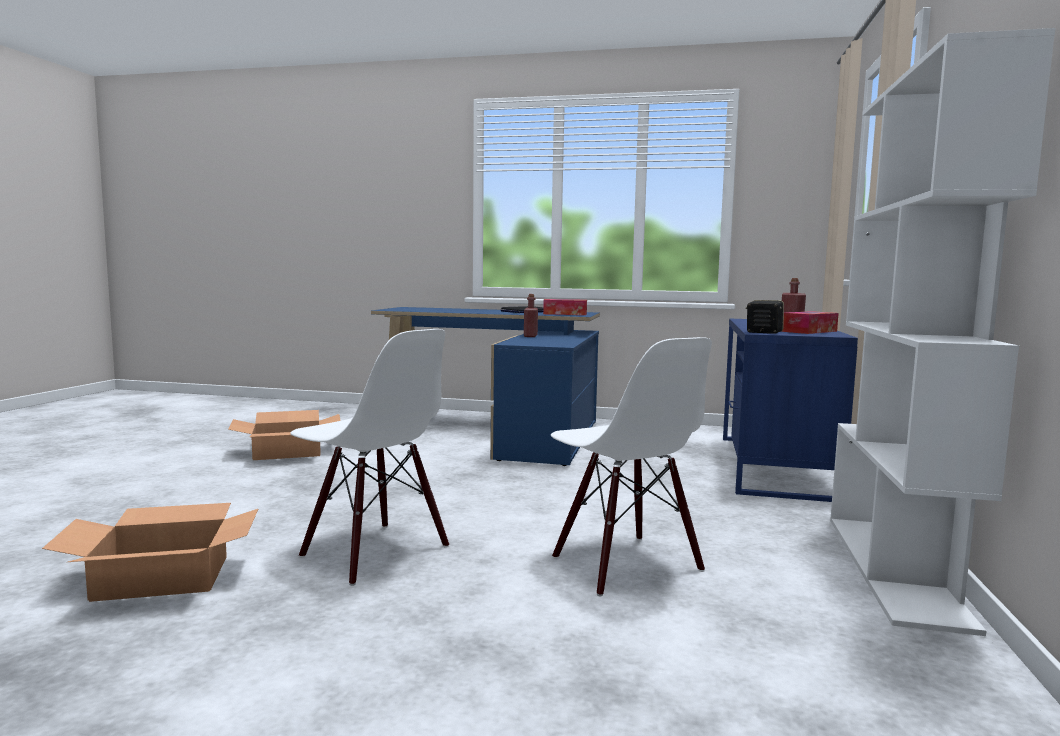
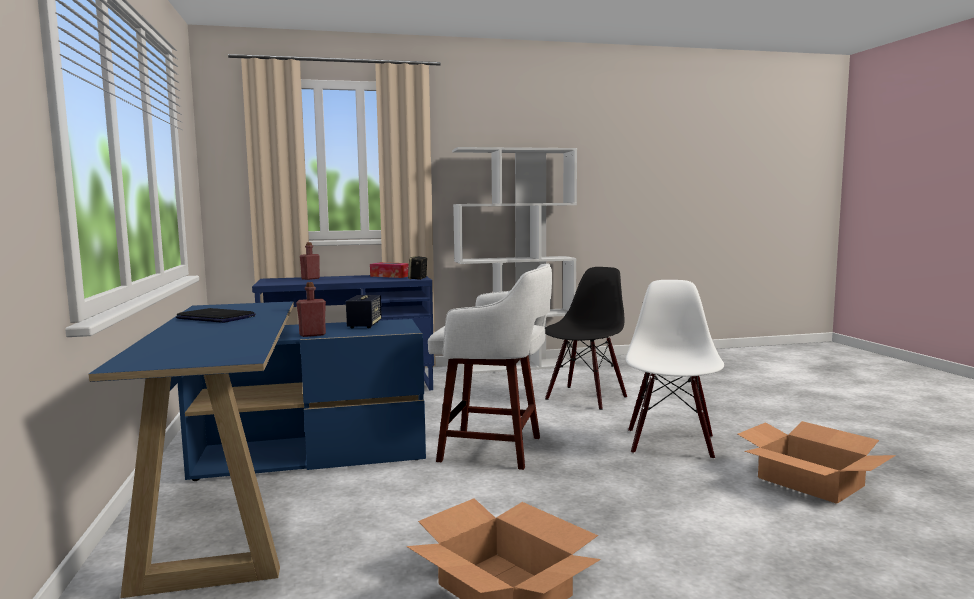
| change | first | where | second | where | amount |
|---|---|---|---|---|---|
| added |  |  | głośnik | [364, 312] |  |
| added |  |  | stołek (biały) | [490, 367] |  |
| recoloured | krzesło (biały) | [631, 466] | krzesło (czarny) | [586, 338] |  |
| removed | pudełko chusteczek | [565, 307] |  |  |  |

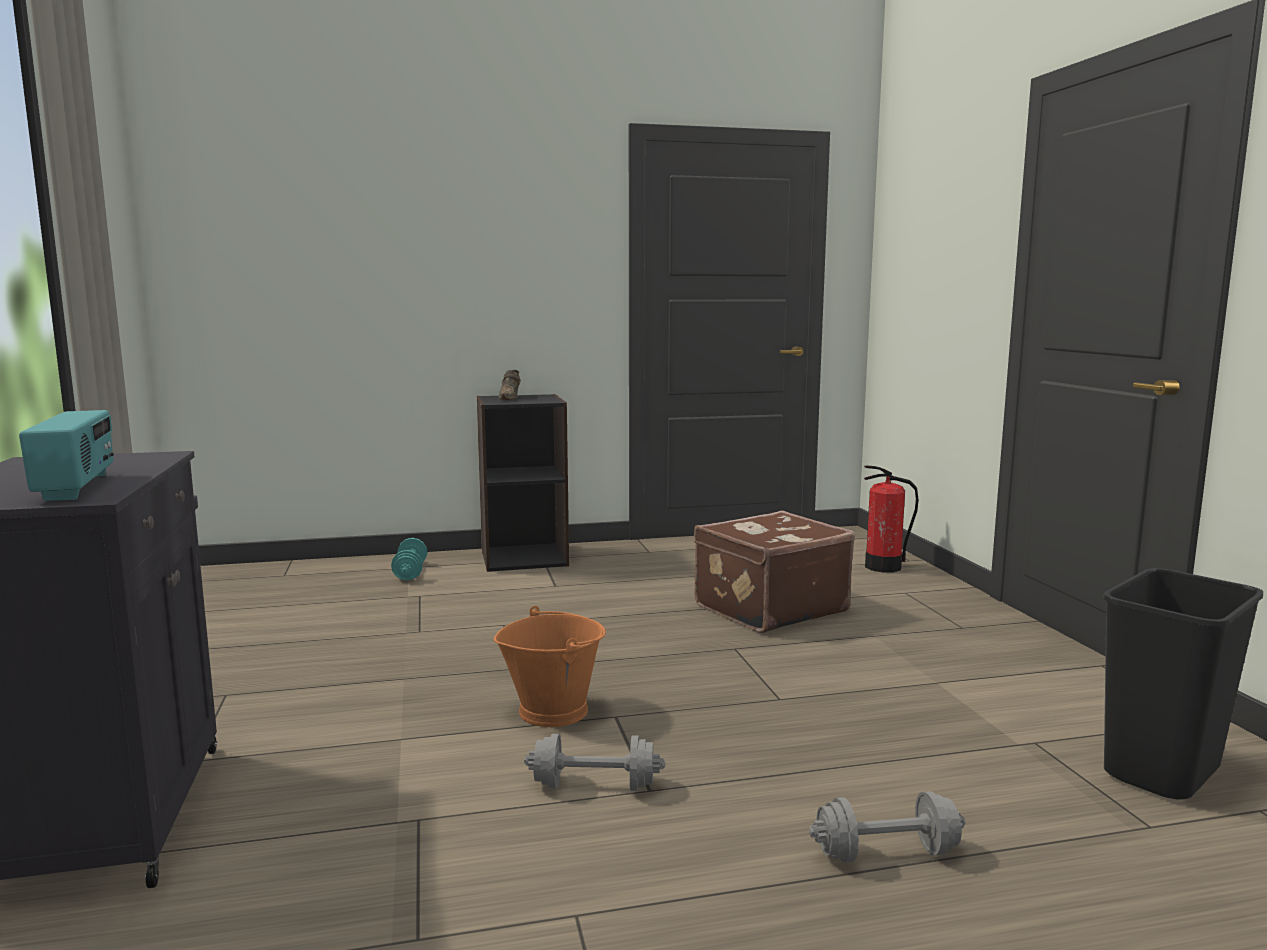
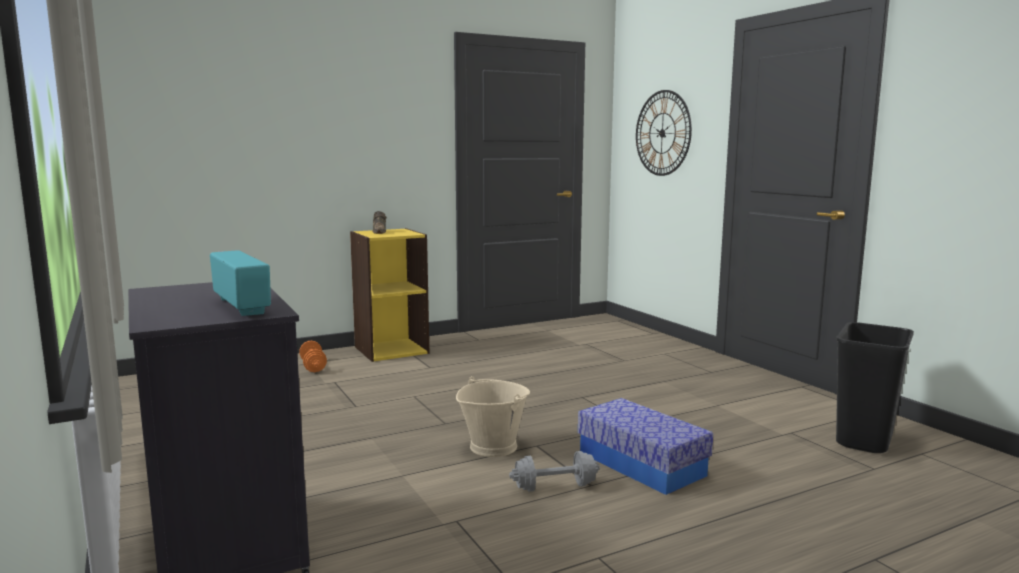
| change | first | where | second | where | amount |
|---|---|---|---|---|---|
| recoloured | hantel (turkusowy) | [409, 559] | hantel (pomarańczowy) | [313, 356] |  |
| recoloured | regał (czarny) | [523, 483] | regał (żółty) | [389, 295] |  |
| recoloured | wiadro (pomarańczowy) | [550, 666] | wiadro (beżowy) | [493, 416] |  |
| added |  |  | pojemnik do przechowywania | [645, 446] |  |
| added |  |  | zegar ścienny | [664, 133] |  |
| removed | walizka (brązowy) | [774, 572] |  |  |  |
| removed | hantel (szary) | [887, 826] |  |  |  |
| removed | gaśnica | [891, 519] |  |  |  |

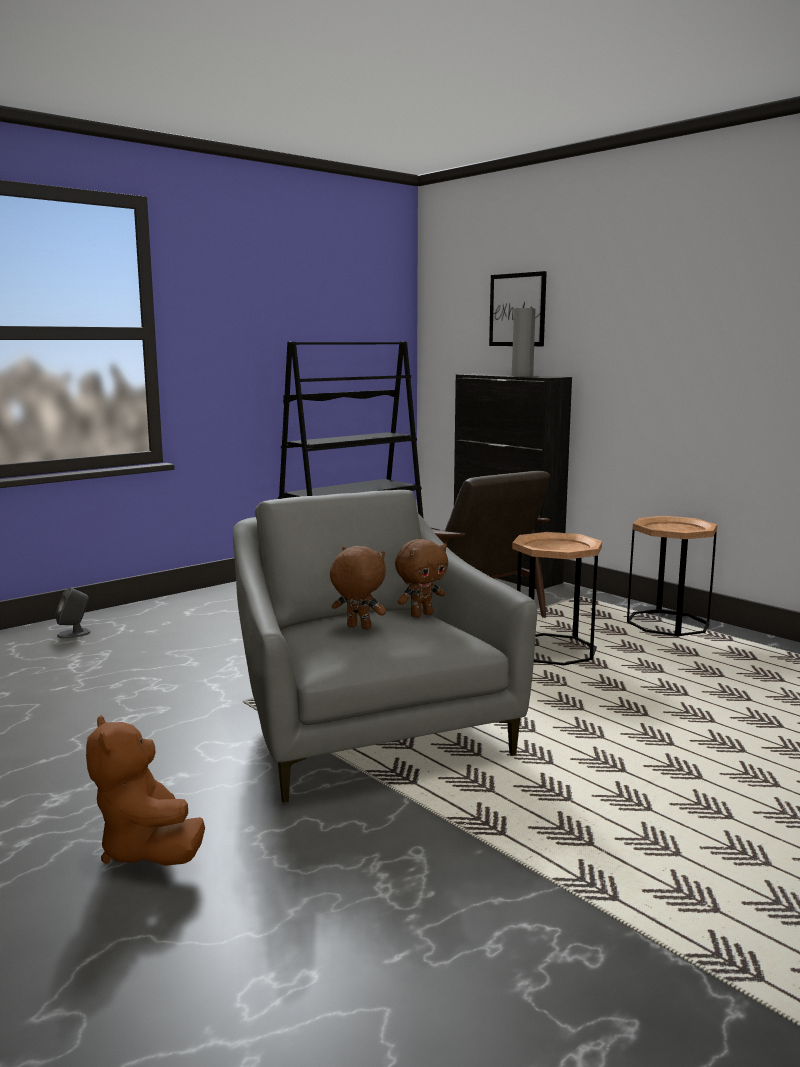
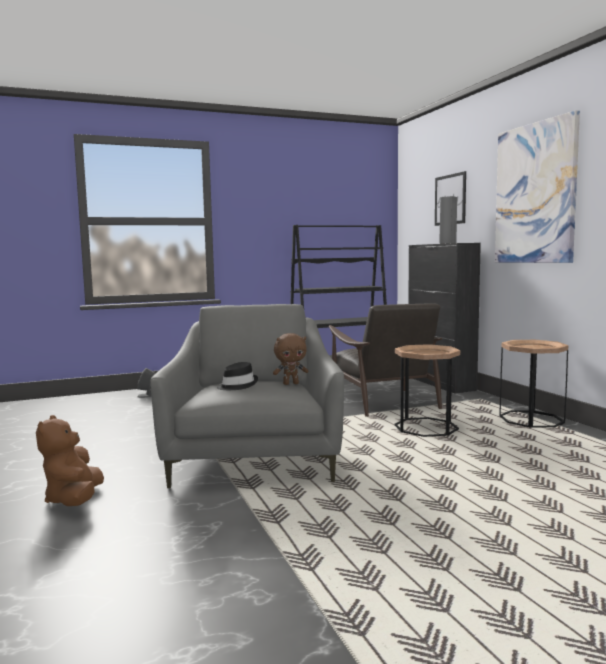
| change | first | where | second | where | amount |
|---|---|---|---|---|---|
| replaced | pluszak (brązowy) | [358, 587] | kapelusz (czarny) | [237, 376] |  |
| added |  |  | obraz | [537, 186] |  |

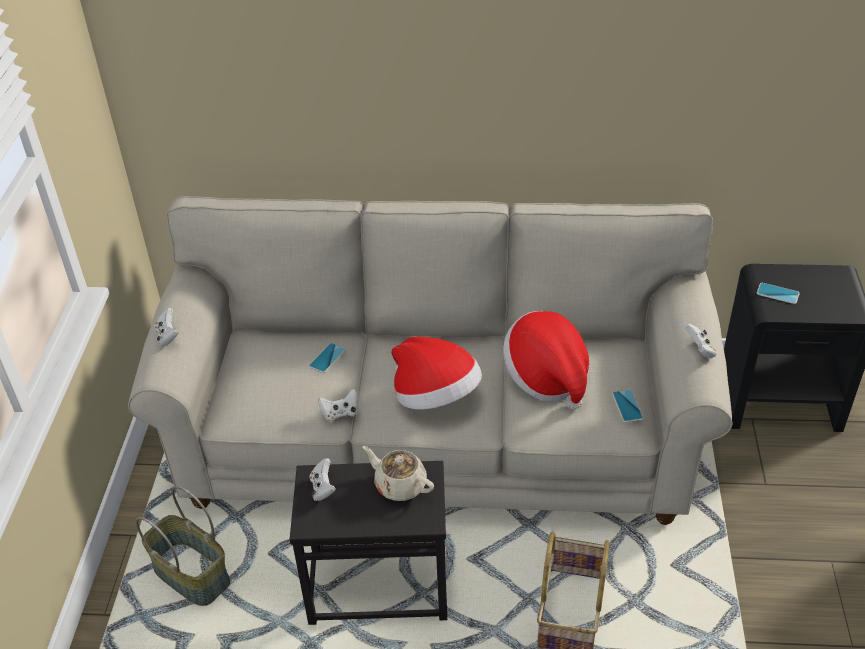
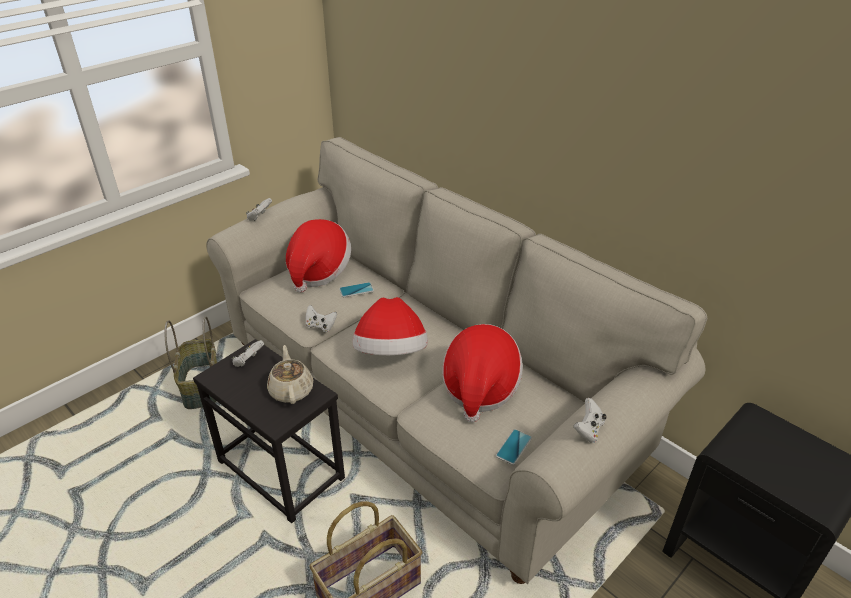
| change | first | where | second | where | amount |
|---|---|---|---|---|---|
| added |  |  | kapelusz | [318, 256] |  |
| removed | telefon | [778, 293] |  |  |  |

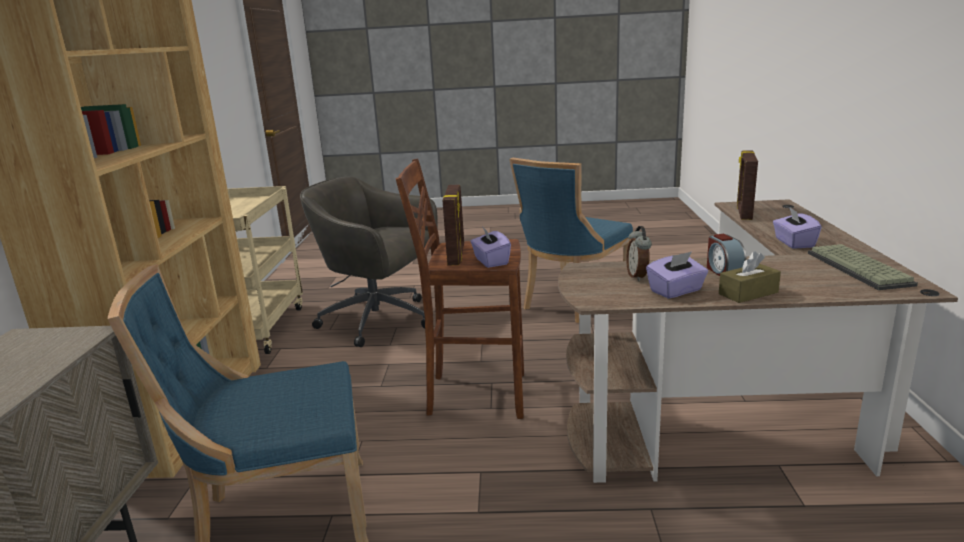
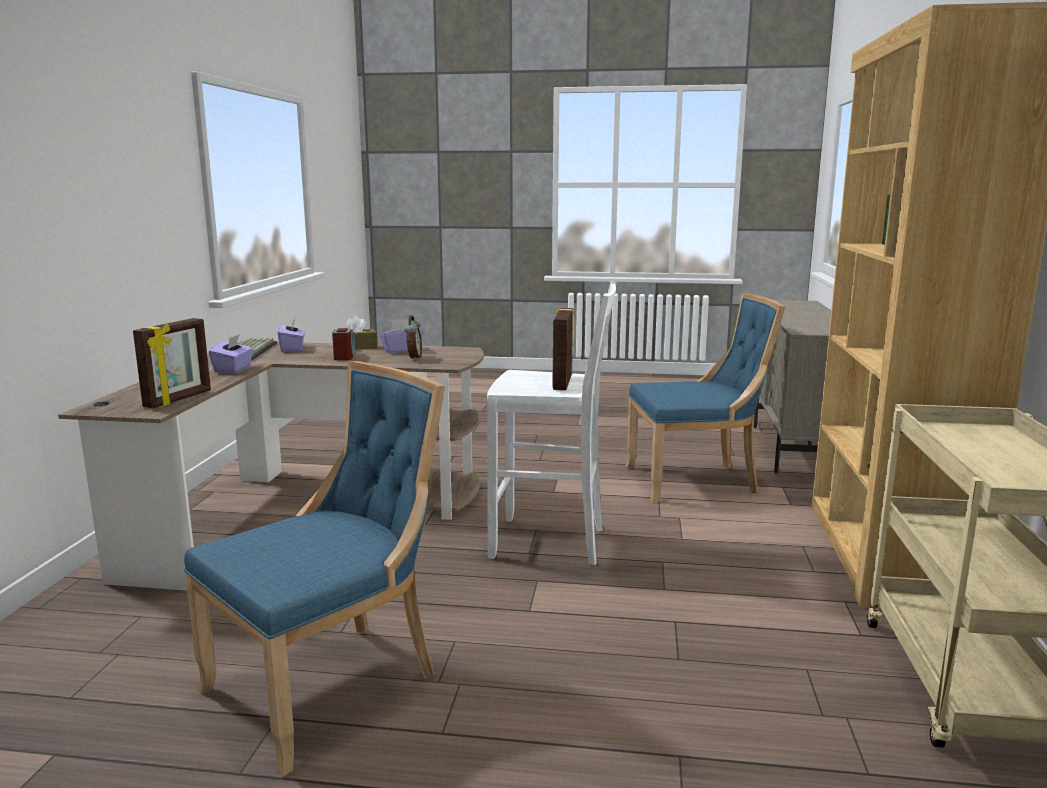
| change | first | where | second | where | amount |
|---|---|---|---|---|---|
| moved | pudełko chusteczek (fioletowy) | [490, 247] |  | [291, 335] |  |
| recoloured | stołek (brązowy) | [460, 288] | stołek (biały) | [551, 423] |  |
| removed | krzesło biurowe (szary) | [369, 262] |  |  |  |

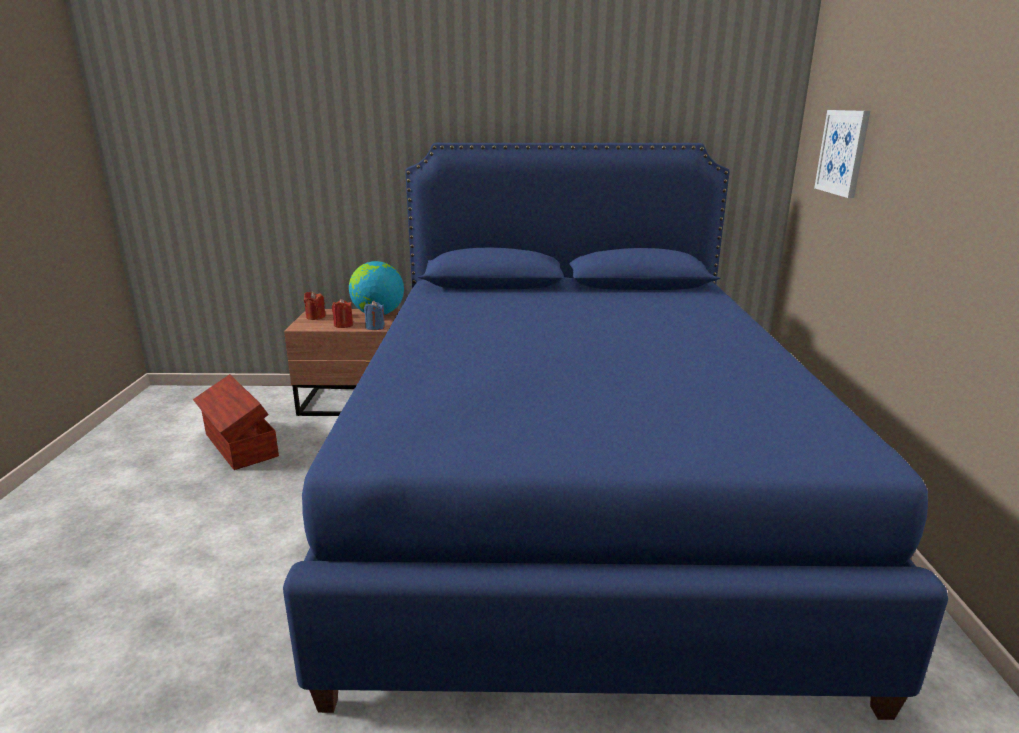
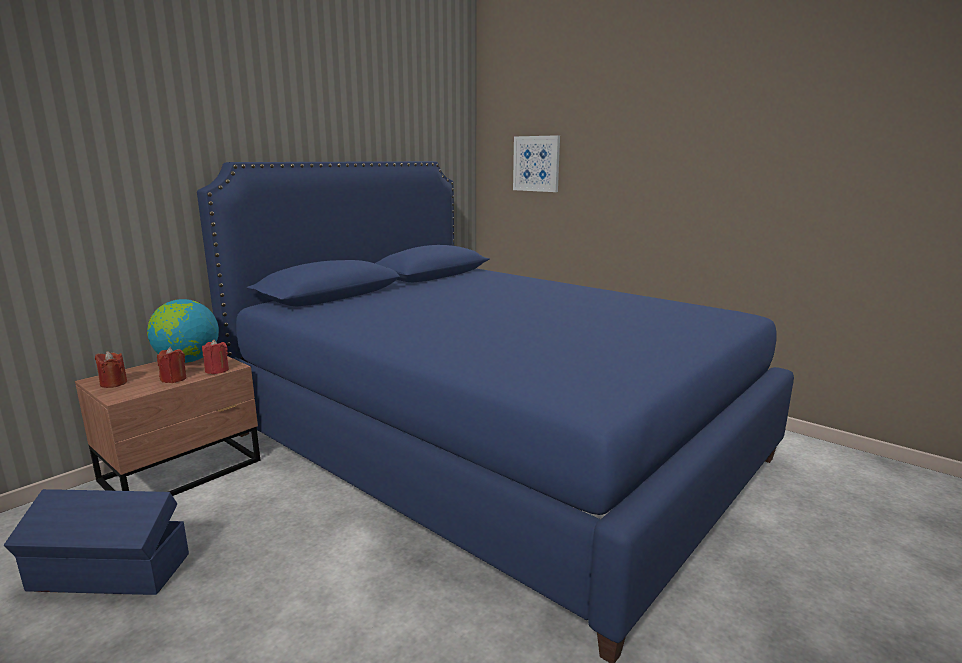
| change | first | where | second | where | amount |
|---|---|---|---|---|---|
| recoloured | pojemnik do przechowywania (brązowy) | [236, 422] | pojemnik do przechowywania (niebieski) | [96, 542] |  |
| recoloured | świeca (niebieski) | [374, 315] | świeca (czerwony) | [215, 356] |  |

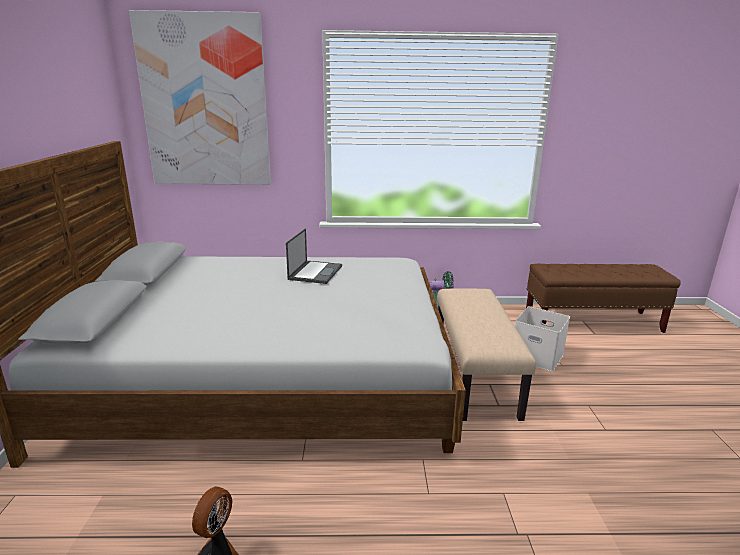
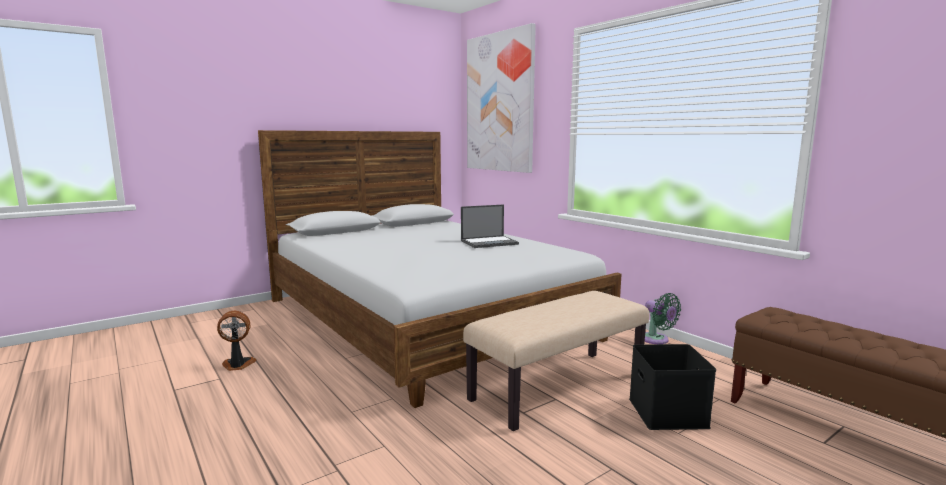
| change | first | where | second | where | amount |
|---|---|---|---|---|---|
| recoloured | pojemnik do przechowywania (biały) | [542, 339] | pojemnik do przechowywania (czarny) | [672, 387] |  |

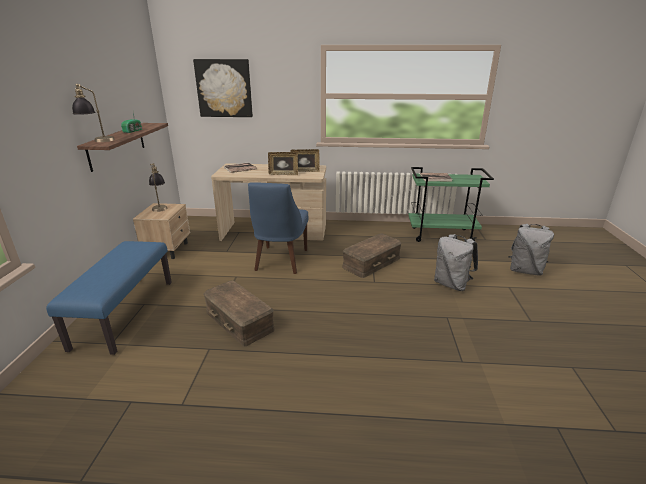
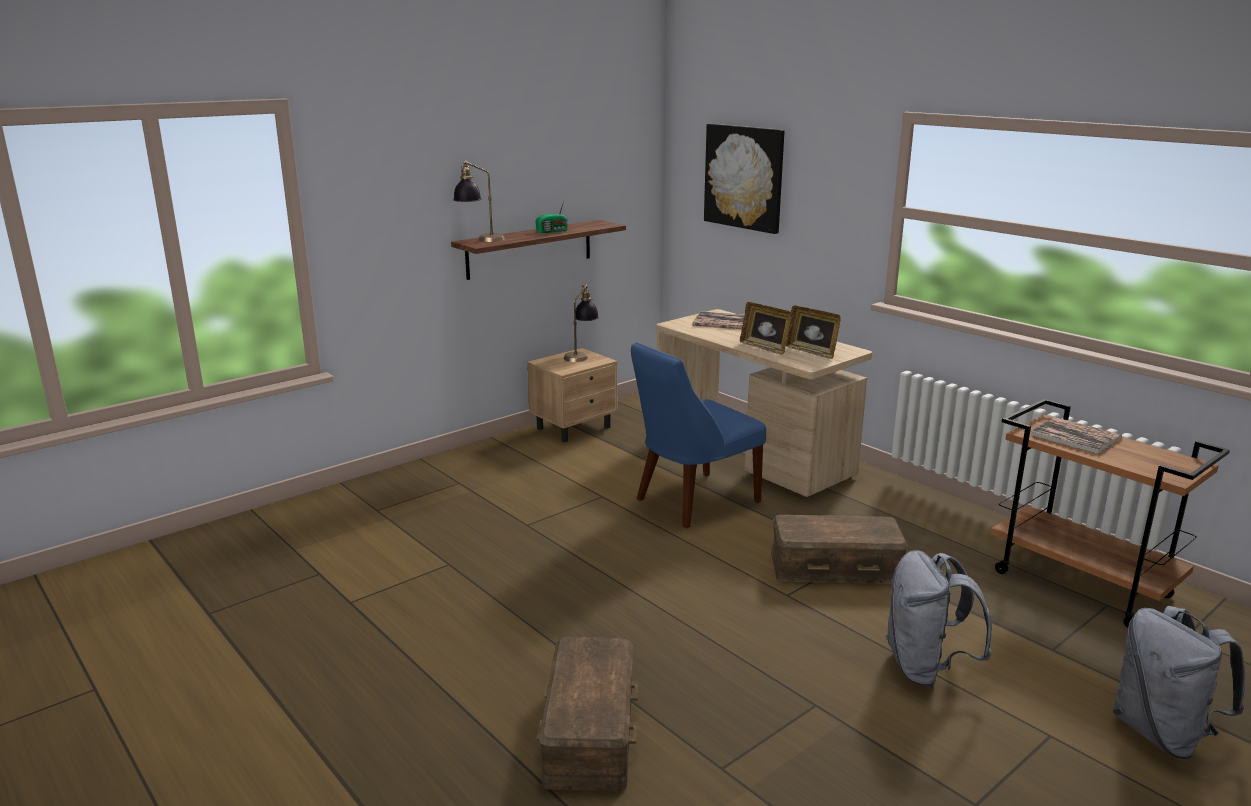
| change | first | where | second | where | amount |
|---|---|---|---|---|---|
| moved | pojemnik do przechowywania (brązowy) | [239, 313] |  | [588, 713] |  |
| recoloured | wózek (zielony) | [451, 204] | wózek (brązowy) | [1110, 513] |  |
| removed | ławka (niebieski) | [109, 298] |  |  |  |

